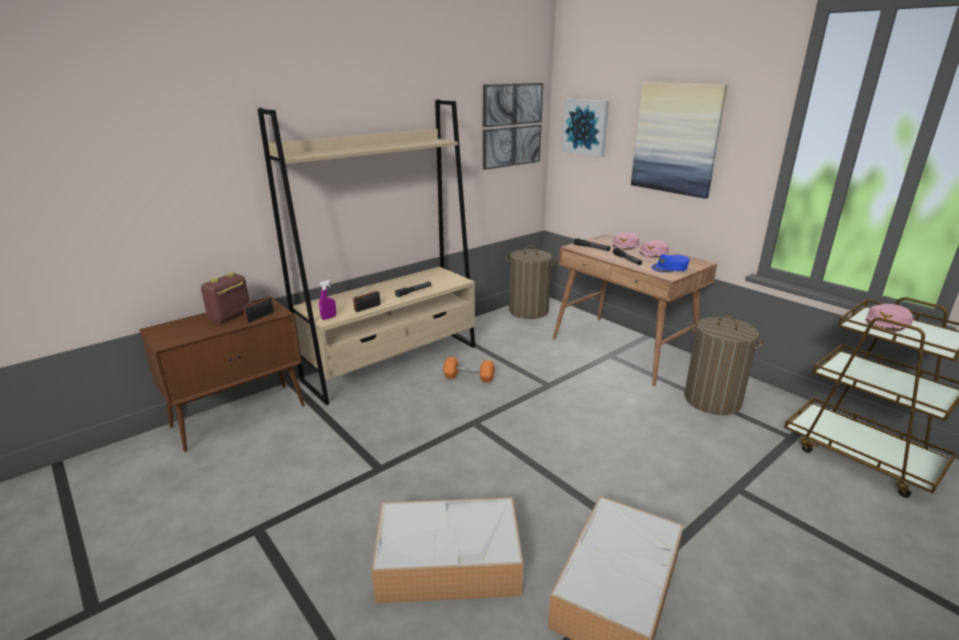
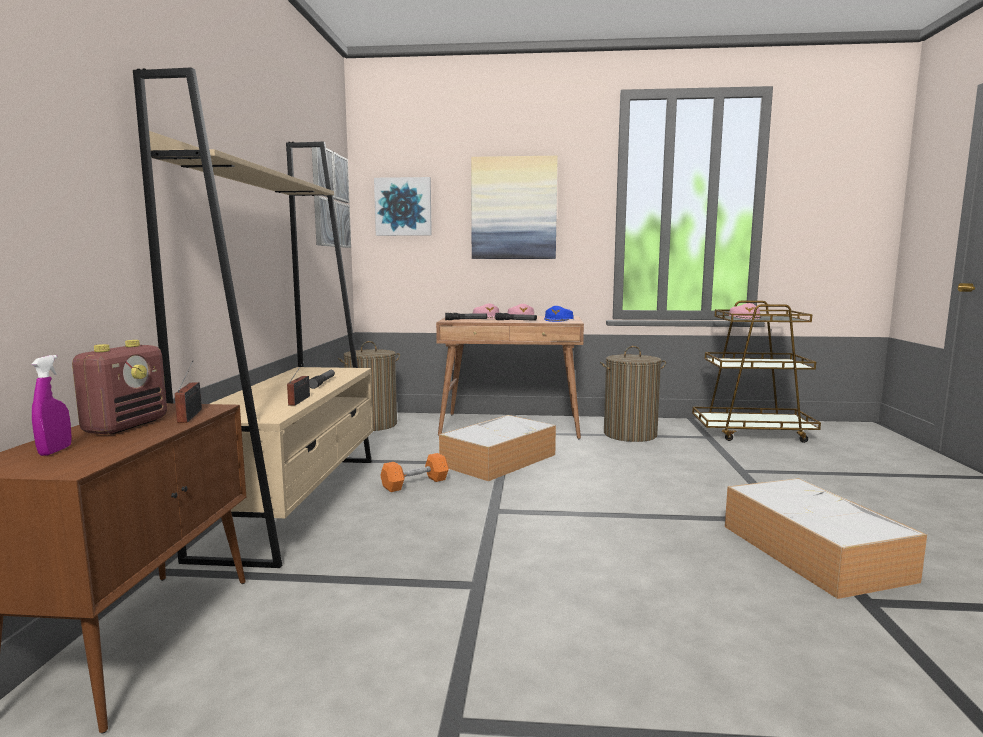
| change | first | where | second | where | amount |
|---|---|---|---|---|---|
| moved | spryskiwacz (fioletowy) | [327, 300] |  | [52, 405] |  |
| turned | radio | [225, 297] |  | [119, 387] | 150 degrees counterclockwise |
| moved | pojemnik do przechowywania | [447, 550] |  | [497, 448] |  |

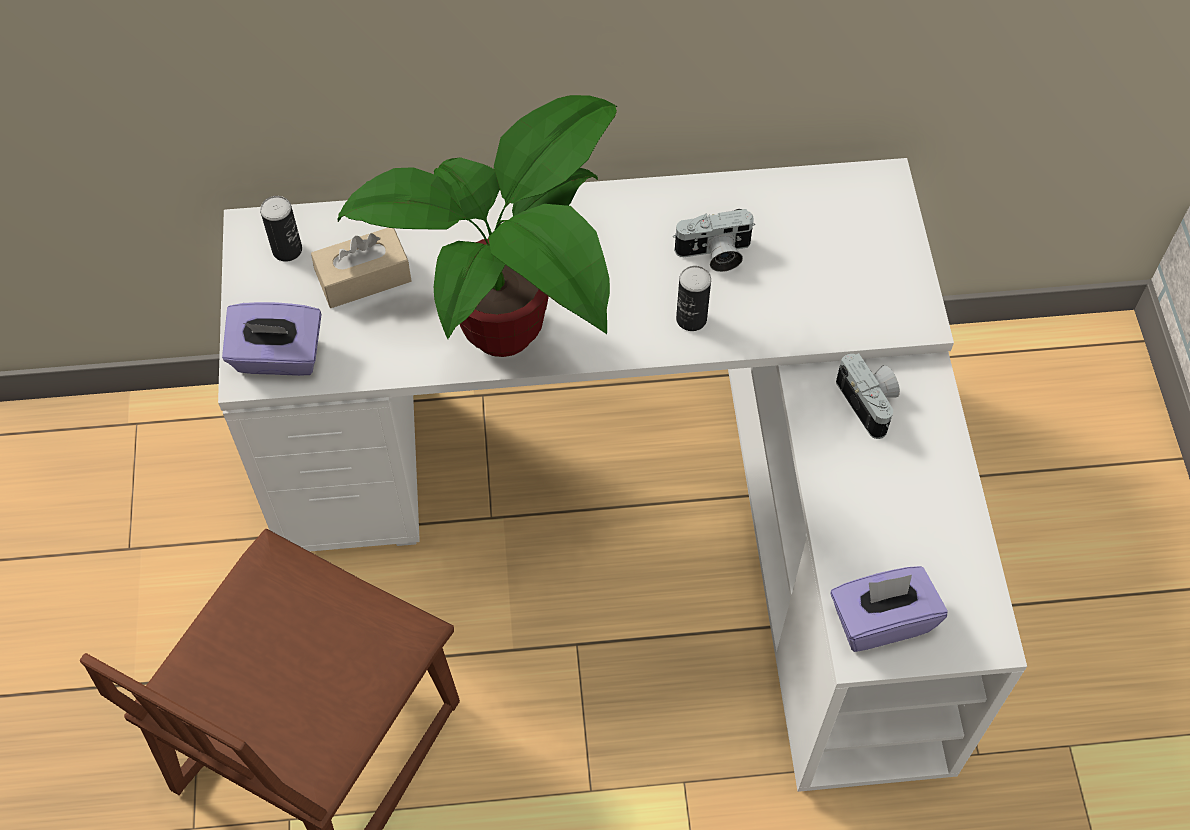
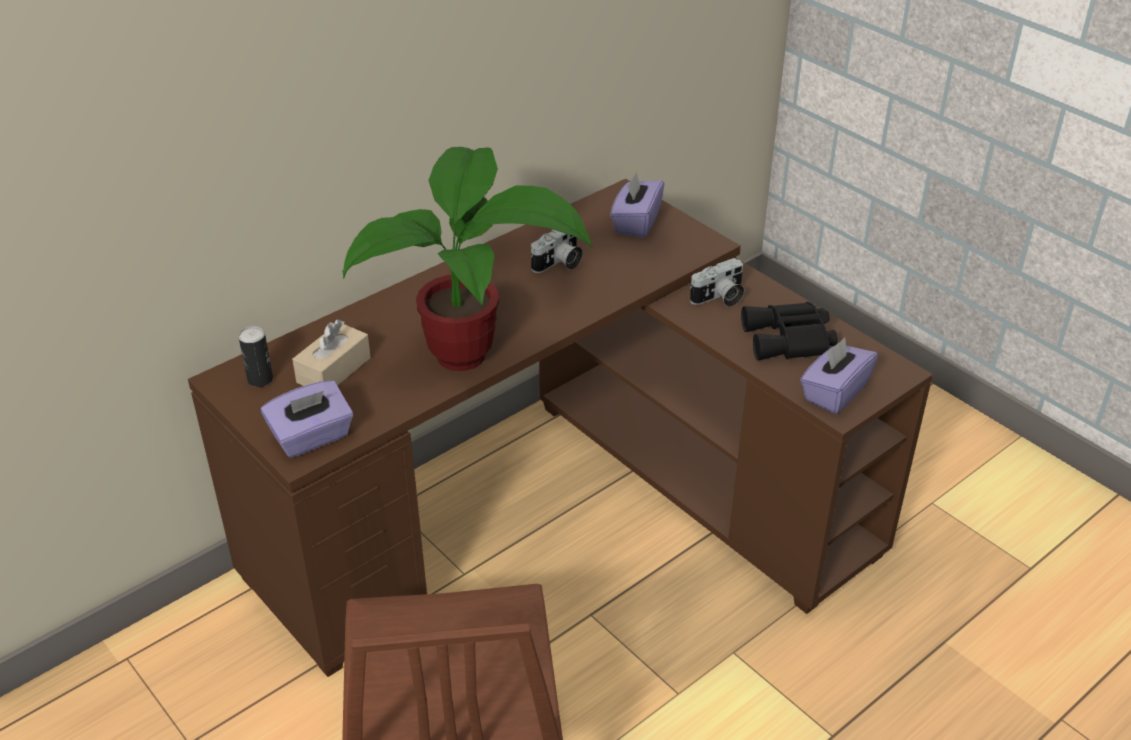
| change | first | where | second | where | amount |
|---|---|---|---|---|---|
| recoloured | biurko (biały) | [622, 475] | biurko (brązowy) | [560, 428] |  |
| added |  |  | pudełko chusteczek (fioletowy) | [637, 205] |  |
| turned | aparat fotograficzny | [868, 396] |  | [717, 282] | 120 degrees clockwise |
| added |  |  | lornetka (czarny) | [789, 331] |  |
| removed | puszka | [693, 298] |  |  |  |

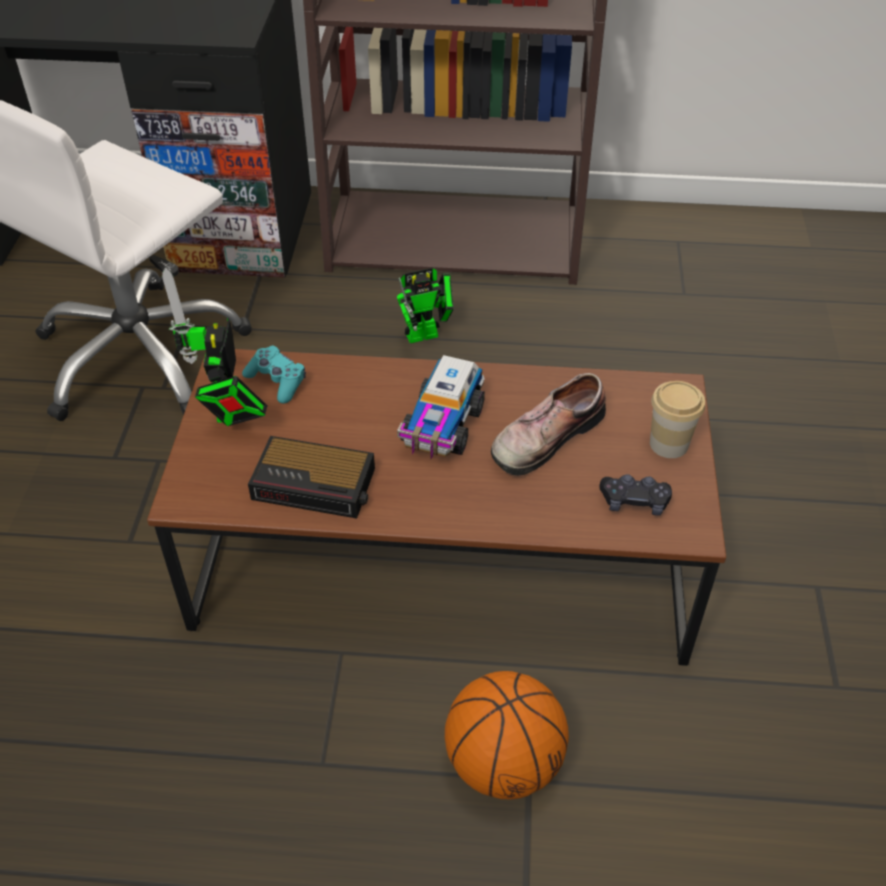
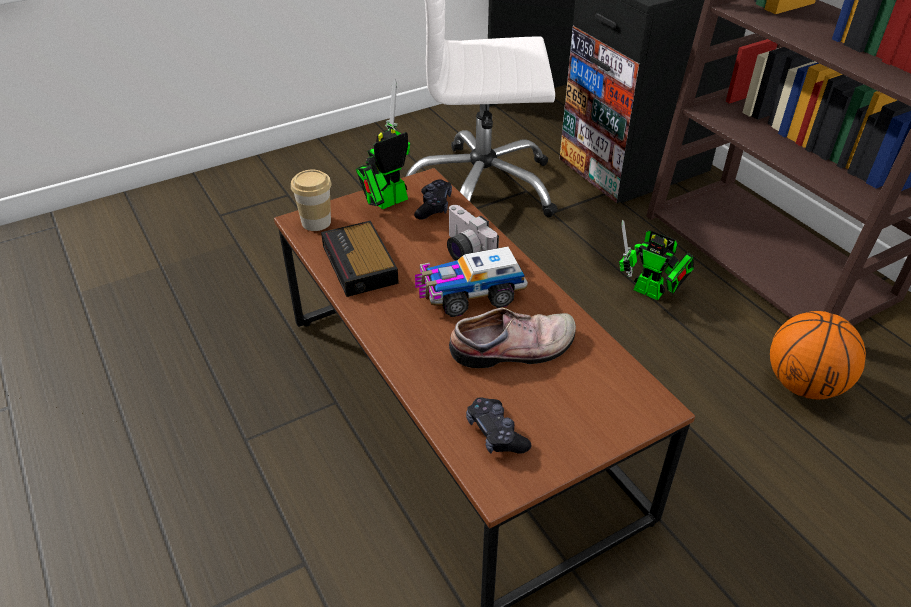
| change | first | where | second | where | amount |
|---|---|---|---|---|---|
| moved | filiżanka | [677, 419] |  | [311, 200] |  |
| recoloured | pad do gier (turkusowy) | [274, 375] | pad do gier (czarny) | [433, 199] |  |
| added |  |  | aparat fotograficzny | [473, 233] |  |
| turned | but | [548, 424] |  | [512, 338] | 150 degrees clockwise |
| moved | piłka do koszykówki | [507, 735] |  | [818, 355] |  |

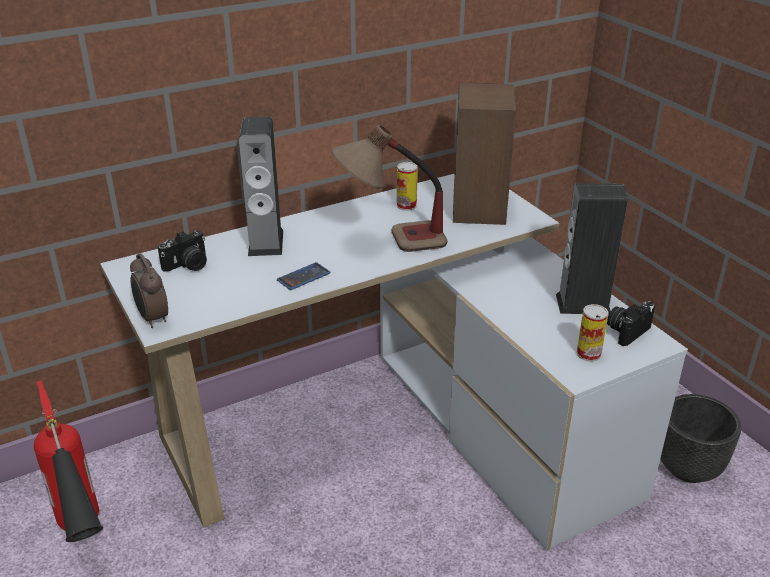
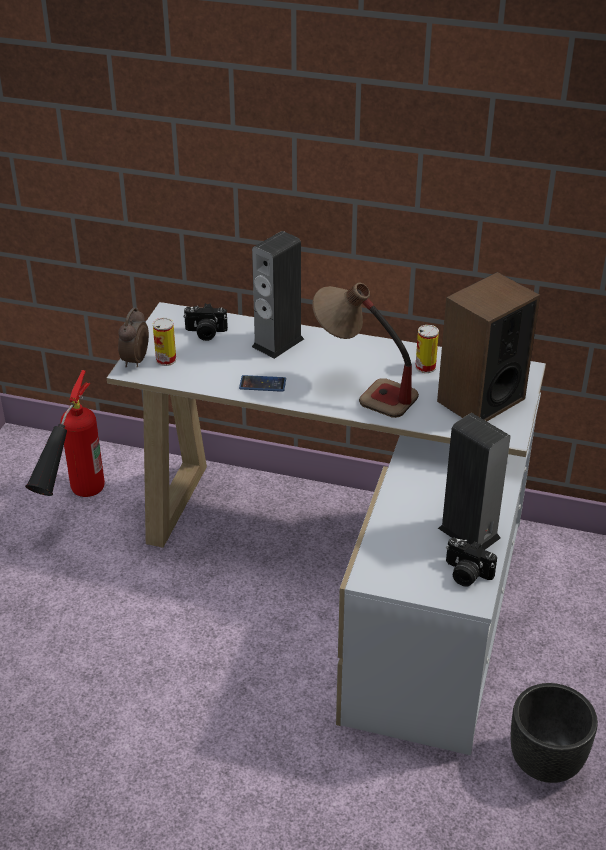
| change | first | where | second | where | amount |
|---|---|---|---|---|---|
| moved | puszka | [593, 333] |  | [164, 342] |  |
| turned | aparat fotograficzny | [631, 323] |  | [471, 562] | 150 degrees counterclockwise |

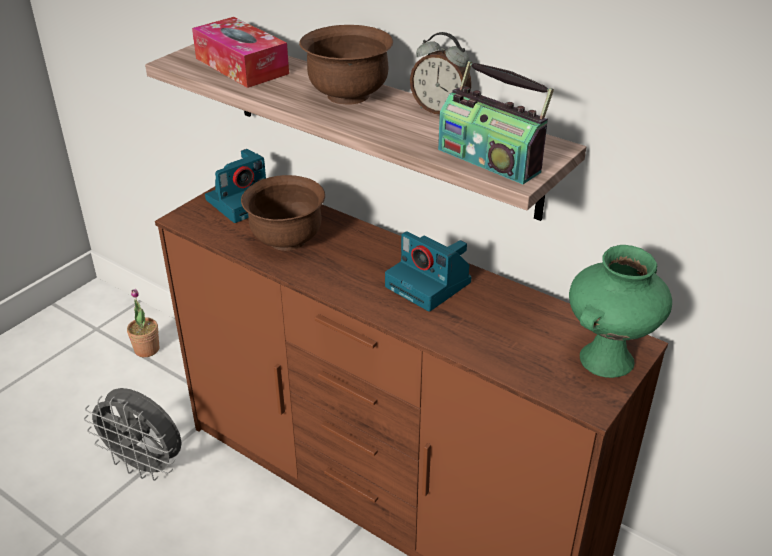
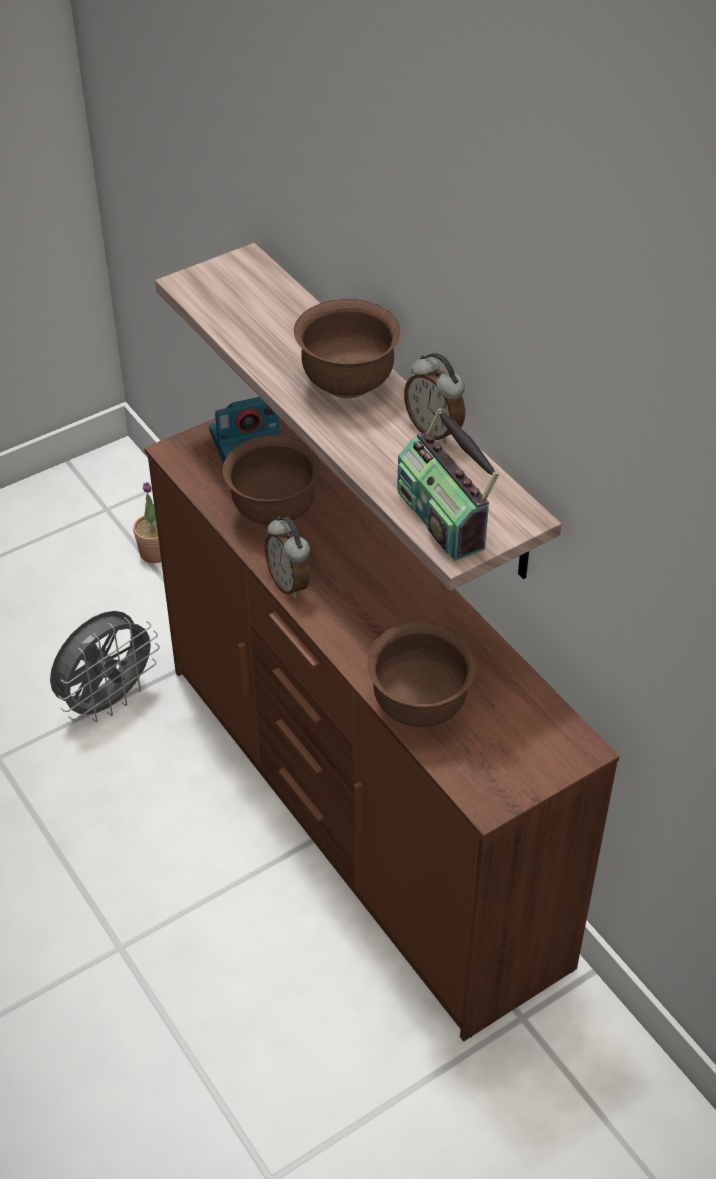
| change | first | where | second | where | amount |
|---|---|---|---|---|---|
| turned | wentylator (szary) | [133, 434] |  | [105, 666] | 90 degrees counterclockwise |
| added |  |  | budzik | [287, 557] |  |
| added |  |  | miska (brązowy) | [421, 674] |  |
| removed | pudełko chusteczek | [240, 52] |  |  |  |
| removed | aparat fotograficzny | [428, 271] |  |  |  |
| removed | wazon (zielony) | [620, 311] |  |  |  |

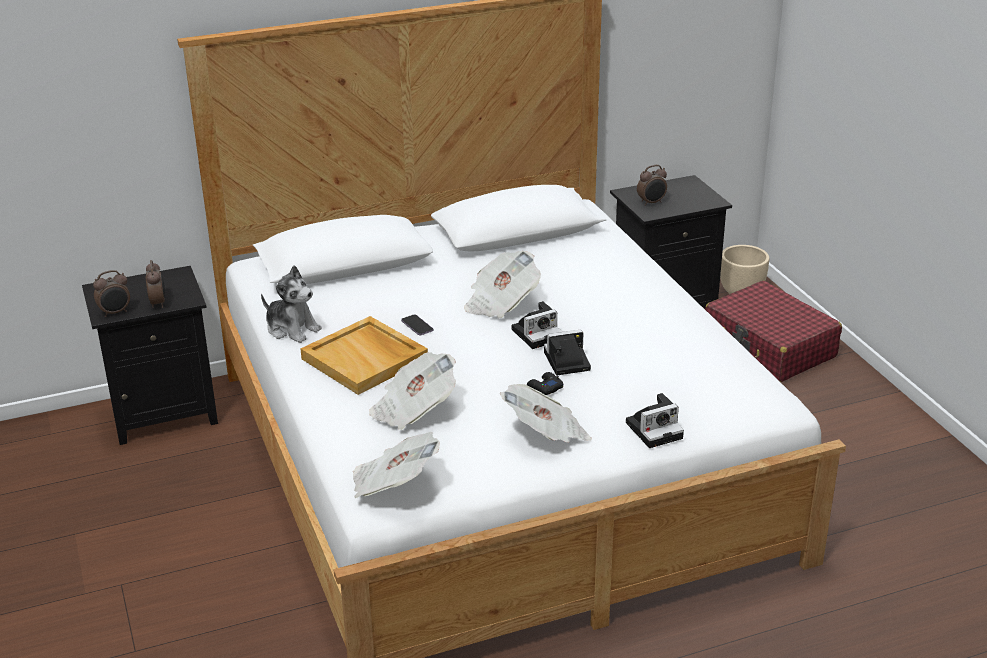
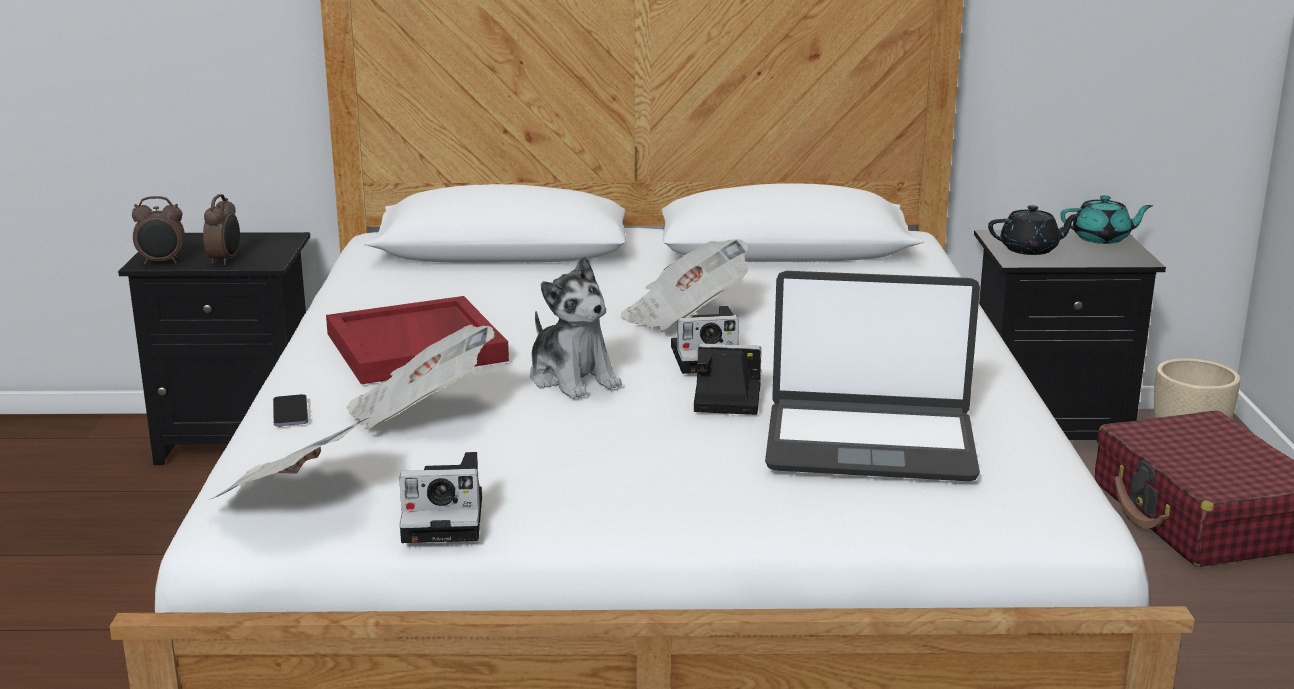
| change | first | where | second | where | amount |
|---|---|---|---|---|---|
| moved | telefon | [417, 324] |  | [290, 410] |  |
| recoloured | taca (beżowy) | [364, 355] | taca (czerwony) | [417, 340] |  |
| moved | aparat fotograficzny | [655, 420] |  | [440, 497] |  |
| moved | pluszak | [291, 304] |  | [576, 327] |  |
| added |  |  | laptop | [872, 376] |  |
| replaced | budzik | [652, 185] | imbryk (czarny) | [1034, 230] |  |
| added |  |  | imbryk (turkusowy) | [1106, 219] |  |
| removed | gazeta | [546, 413] |  |  |  |
| removed | pad do gier (czarny) | [545, 383] |  |  |  |

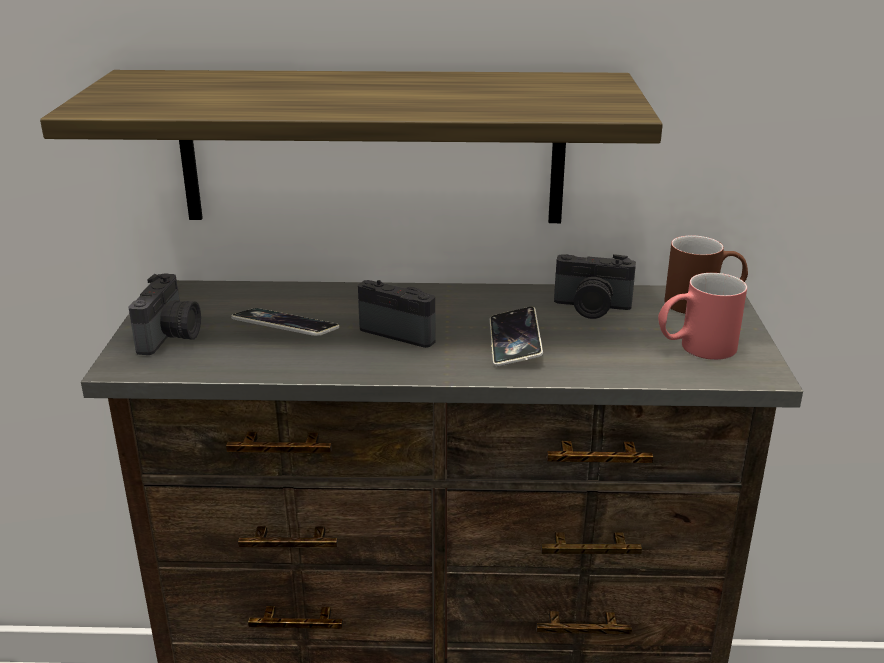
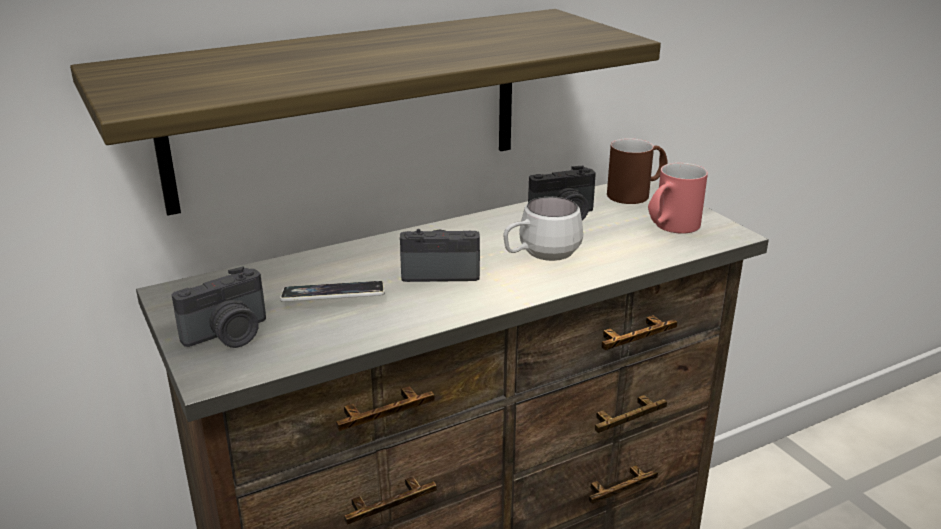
| change | first | where | second | where | amount |
|---|---|---|---|---|---|
| turned | aparat fotograficzny | [164, 314] |  | [219, 307] | 75 degrees clockwise |
| replaced | telefon | [516, 336] | kubek (biały) | [543, 228] |  |

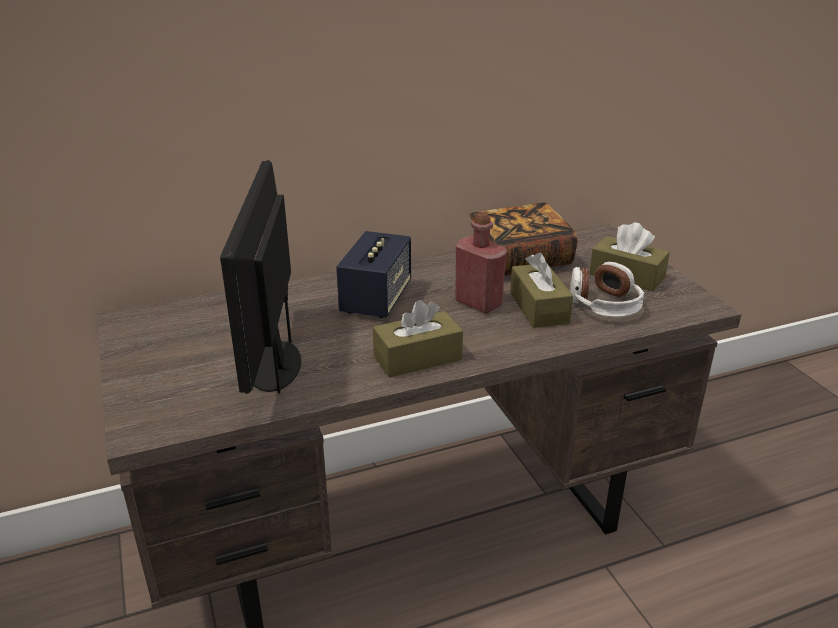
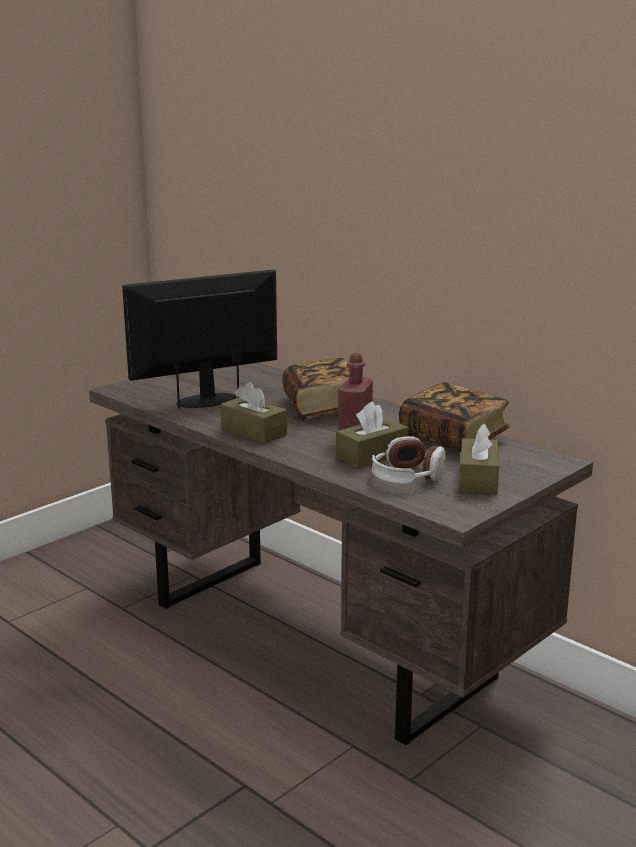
| change | first | where | second | where | amount |
|---|---|---|---|---|---|
| replaced | głośnik | [373, 274] | książka | [315, 388] |  |

